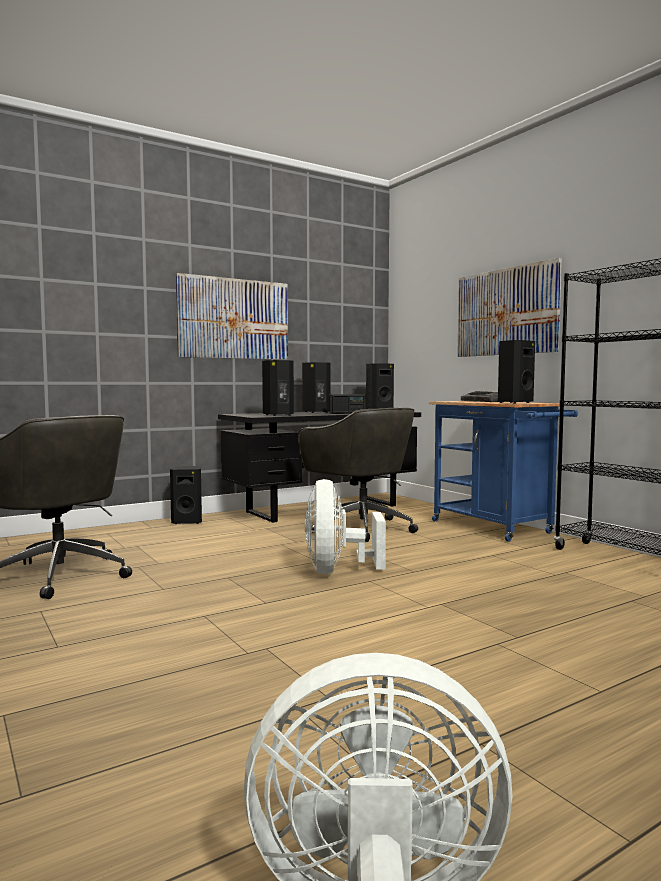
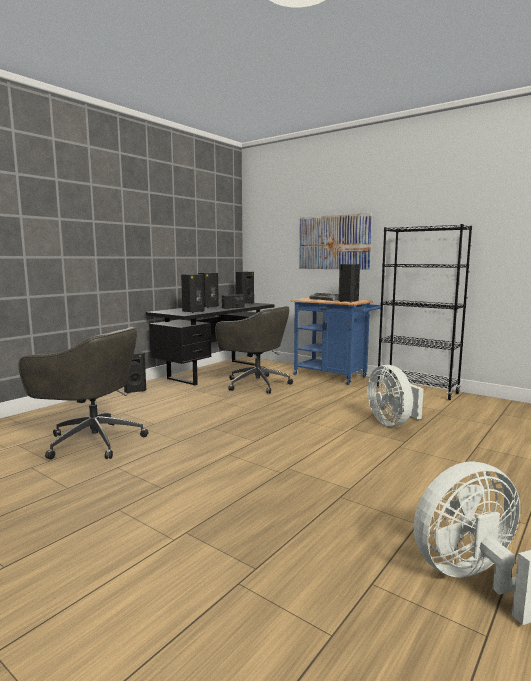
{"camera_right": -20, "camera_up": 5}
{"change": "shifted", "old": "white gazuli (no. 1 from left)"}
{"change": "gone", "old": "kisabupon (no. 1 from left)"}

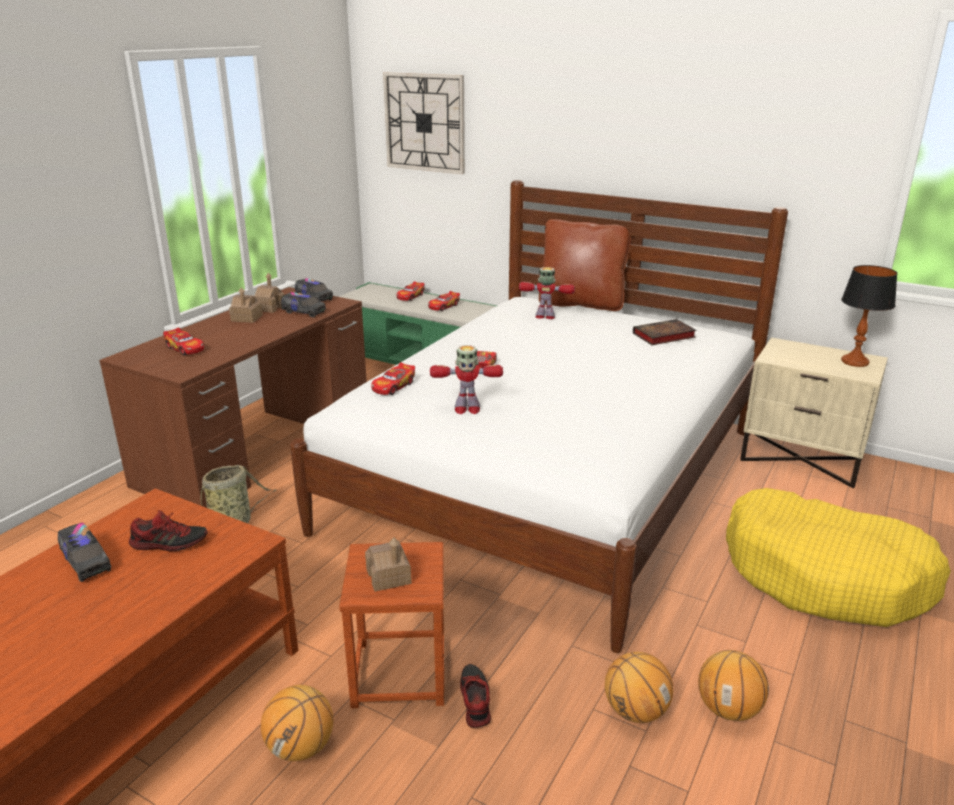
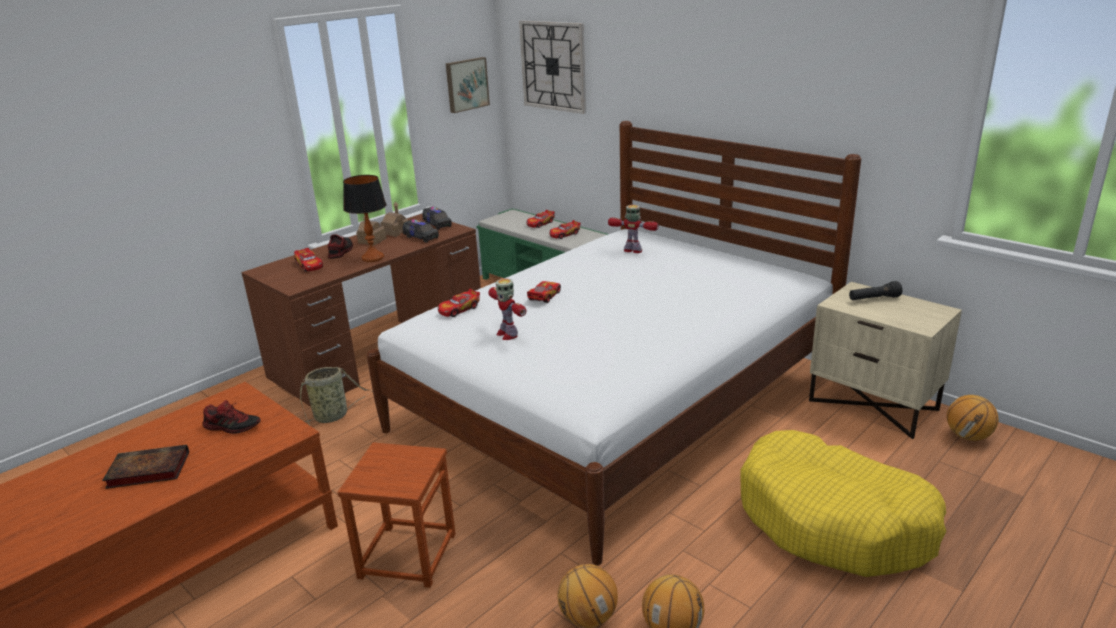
{"camera_right": 15, "camera_up": 0}
{"change": "shifted", "old": "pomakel"}
{"change": "shifted", "old": "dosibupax (no. 2 from left)"}
{"change": "shifted", "old": "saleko"}
{"change": "new", "new": "kisabupon"}
{"change": "rotated", "old": "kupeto (no. 1 from left)", "degrees": 45}
{"change": "new", "new": "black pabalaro"}
{"change": "shifted", "old": "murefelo (no. 1 from left in the first image)", "new": "murefelo (no. 3 from left)"}
{"change": "gone", "old": "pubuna (no. 1 from left)"}
{"change": "gone", "old": "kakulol (no. 3 from left)"}
{"change": "gone", "old": "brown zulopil"}

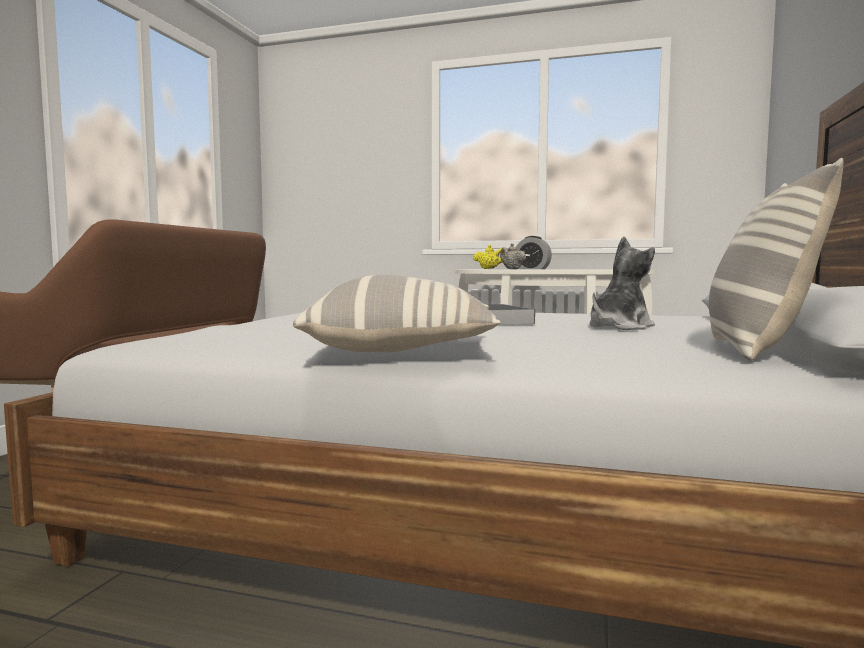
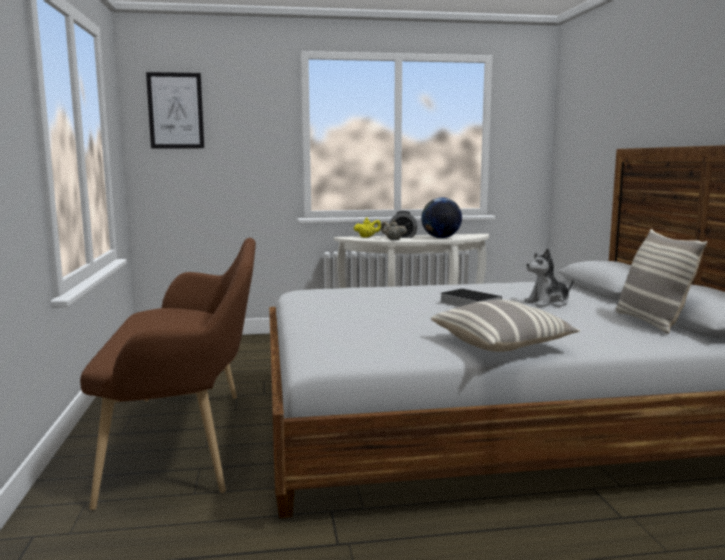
{"camera_right": -25, "camera_up": 5}
{"change": "new", "new": "kisabupon"}
{"change": "new", "new": "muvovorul"}
{"change": "rotated", "old": "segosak", "degrees": -135}

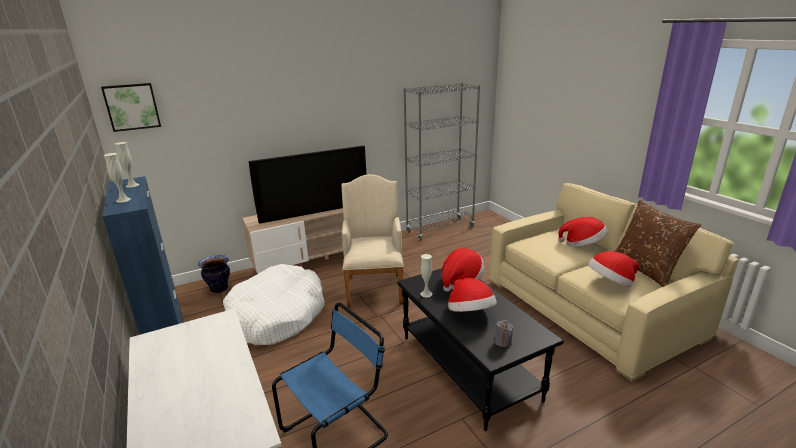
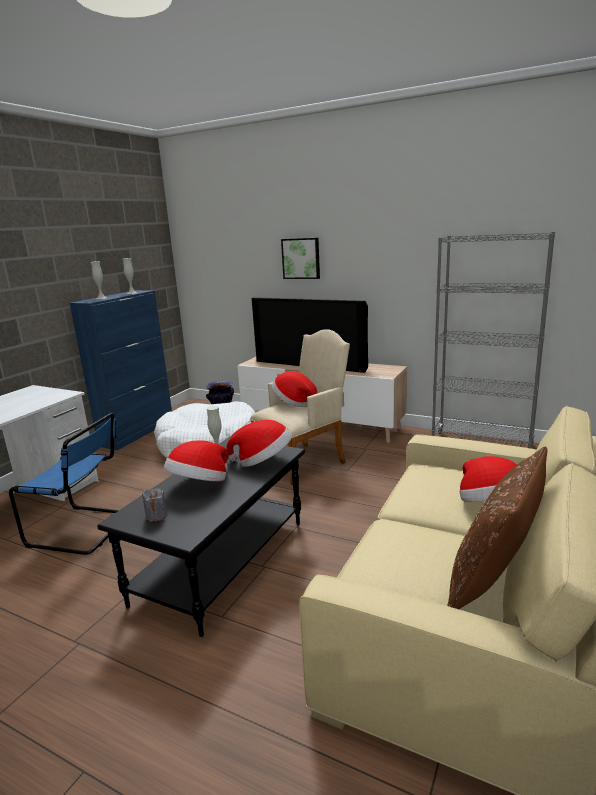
{"camera_right": 55, "camera_up": -5}
{"change": "shifted", "old": "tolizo (no. 4 from left in the first image)", "new": "tolizo (no. 3 from left)"}
{"change": "shifted", "old": "kisabupon"}

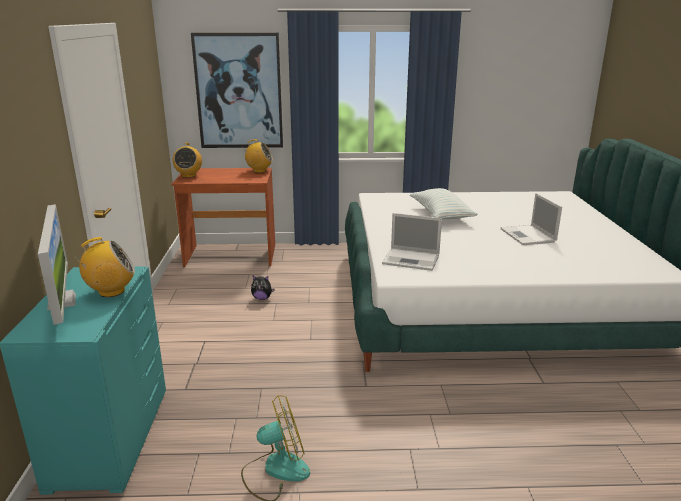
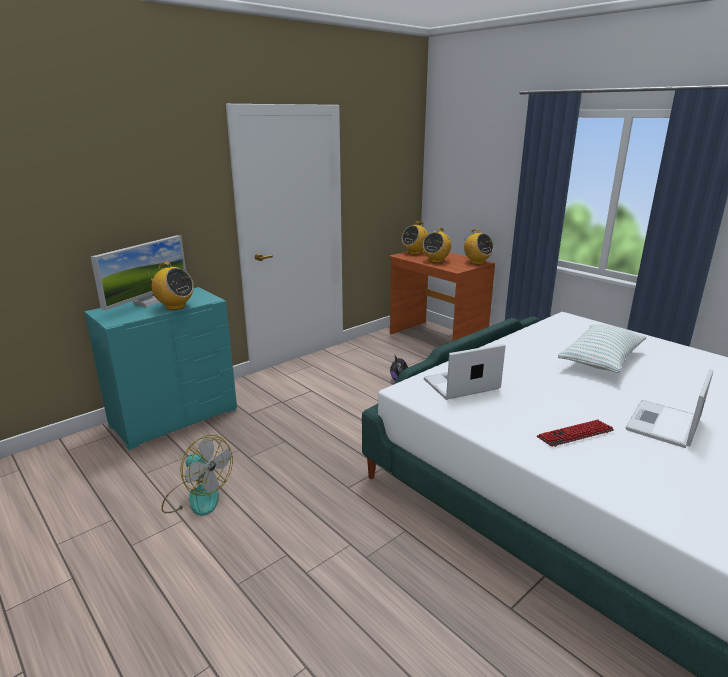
{"camera_right": 50, "camera_up": 0}
{"change": "new", "new": "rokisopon (no. 3 from left)"}
{"change": "rotated", "old": "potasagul (no. 1 from left)", "degrees": 90}
{"change": "new", "new": "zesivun"}
{"change": "gone", "old": "kisabupon"}

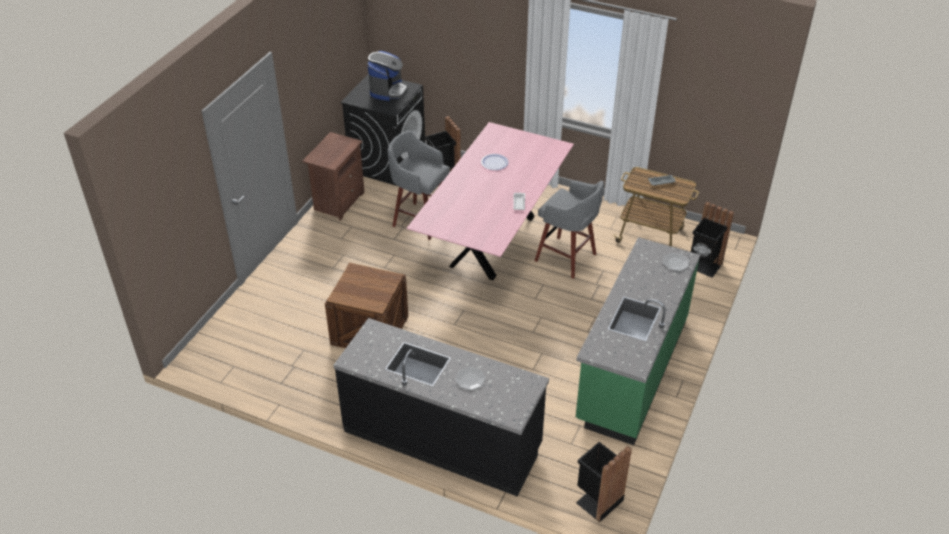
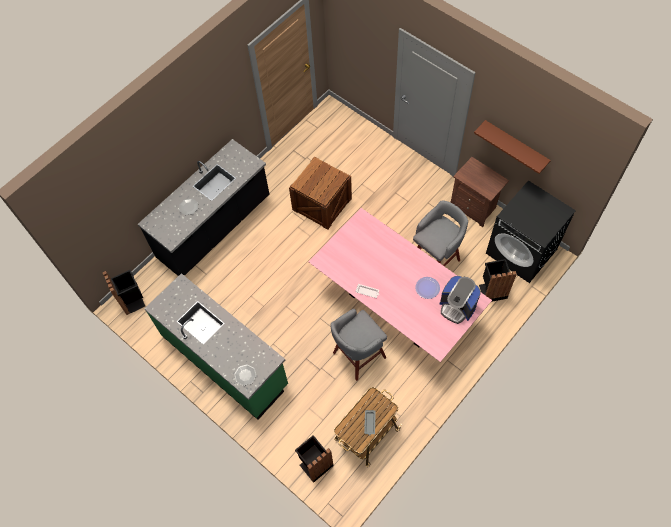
{"camera_right": 110, "camera_up": 20}
{"change": "shifted", "old": "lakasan"}
{"change": "new", "new": "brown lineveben"}

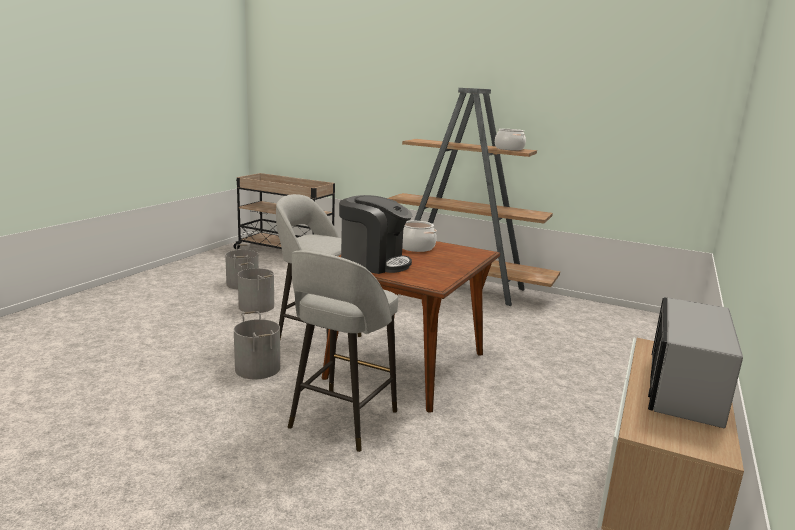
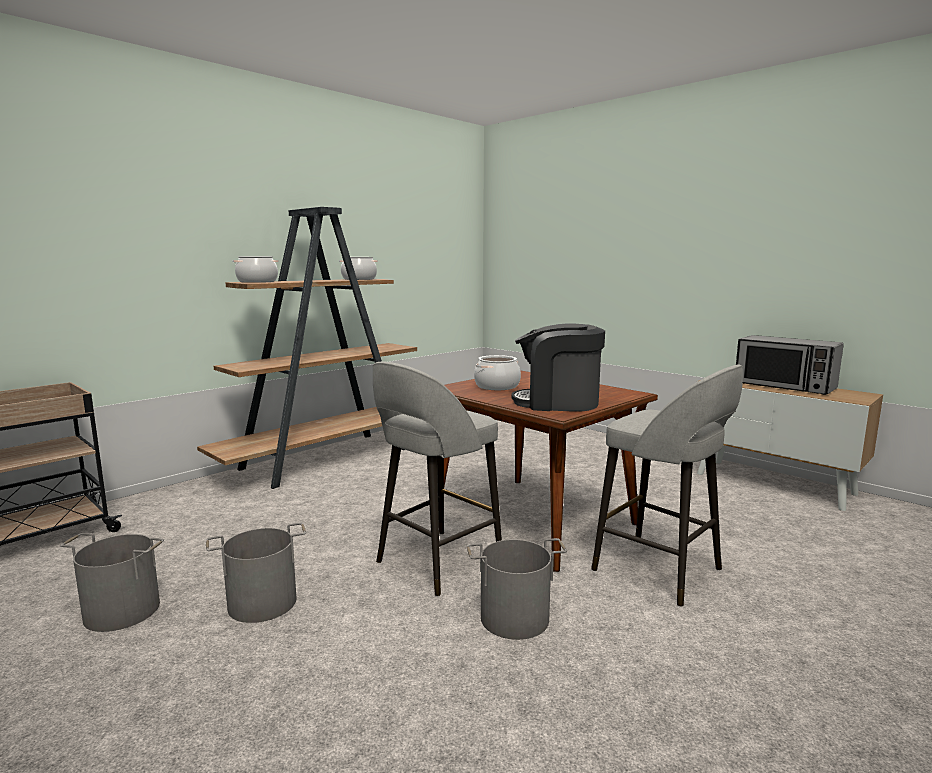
{"camera_right": -70, "camera_up": -5}
{"change": "new", "new": "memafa (no. 1 from left)"}
{"change": "rotated", "old": "lakasan", "degrees": -120}

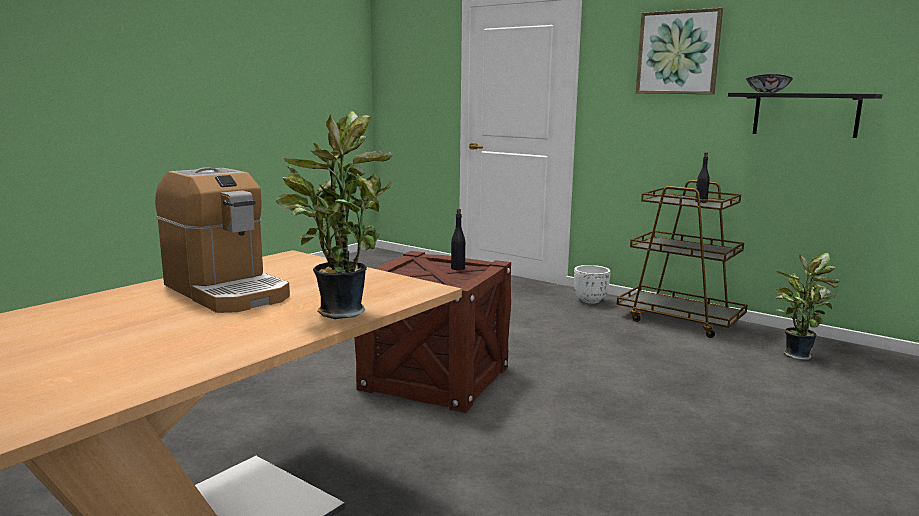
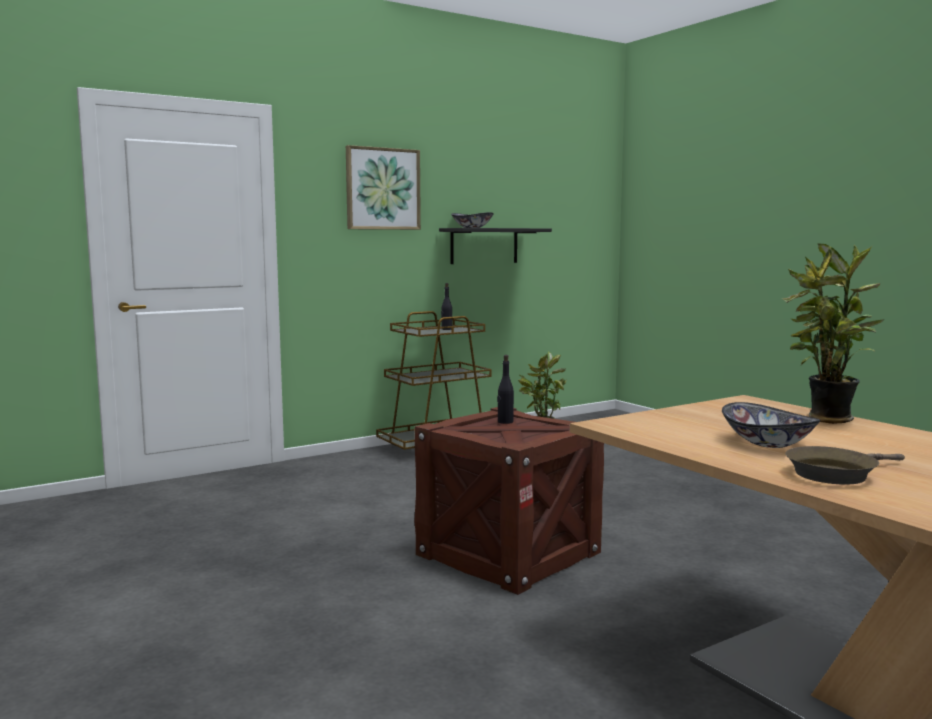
{"camera_right": -70, "camera_up": -5}
{"change": "swapped", "old": "lakasan", "new": "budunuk (no. 2 from left)"}
{"change": "new", "new": "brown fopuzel"}
{"change": "gone", "old": "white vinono"}

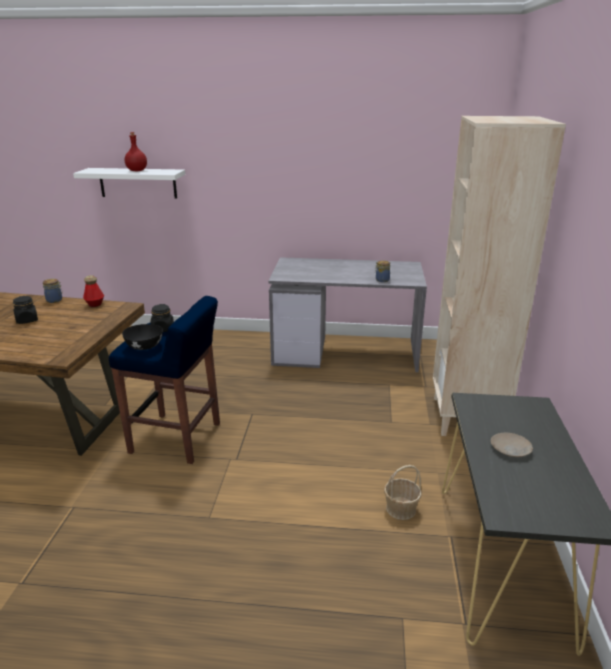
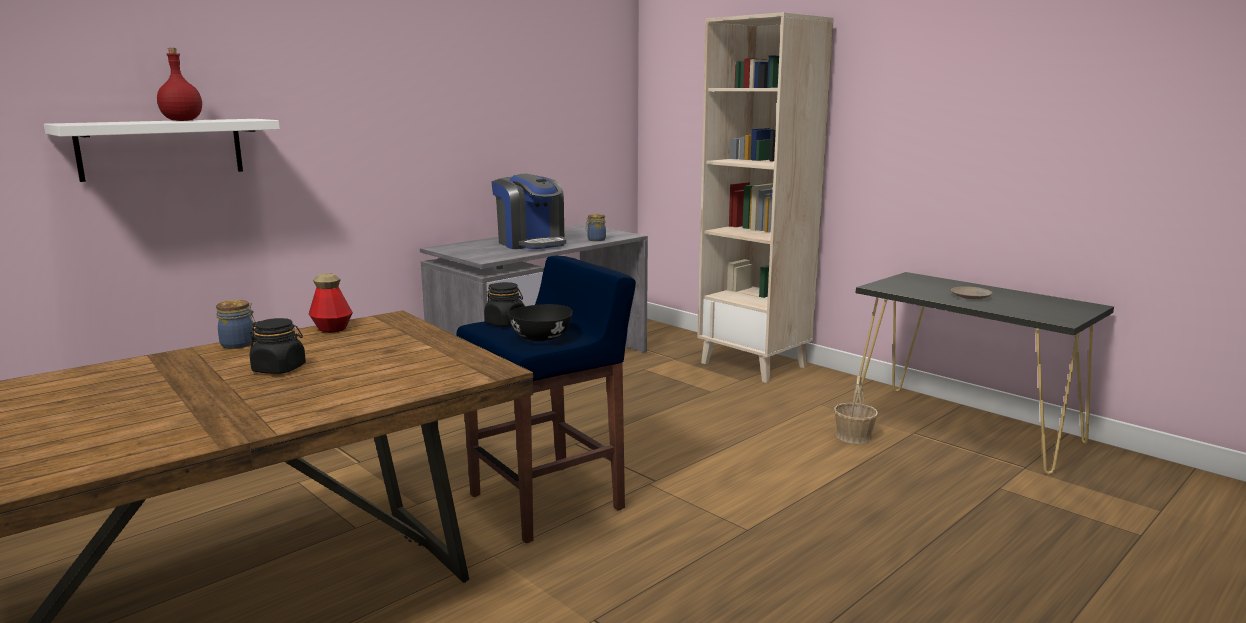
{"camera_right": -50, "camera_up": -10}
{"change": "new", "new": "lakasan"}

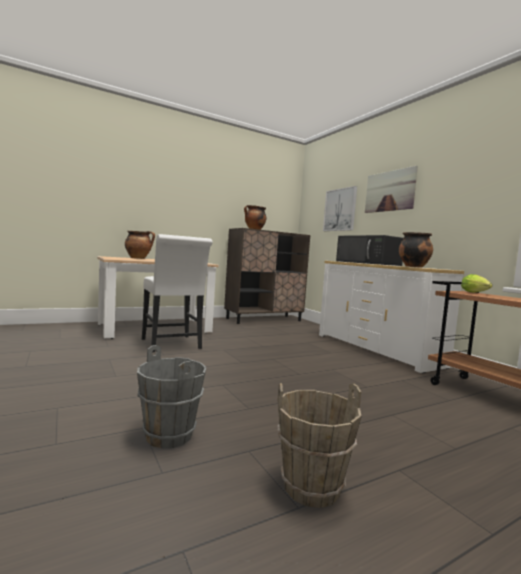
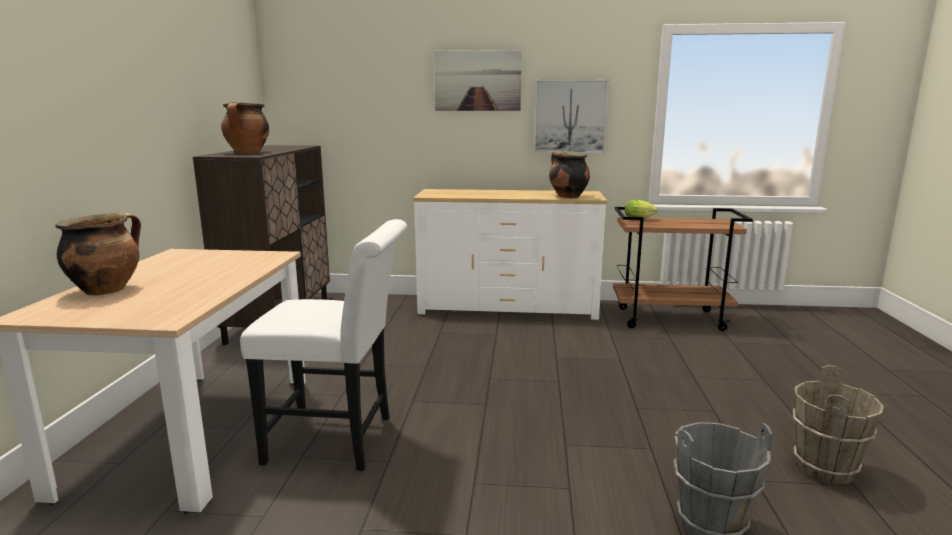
{"camera_right": -55, "camera_up": 10}
{"change": "shifted", "old": "kisabupon (no. 1 from left in the first image)", "new": "kisabupon (no. 2 from left)"}
{"change": "gone", "old": "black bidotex"}

